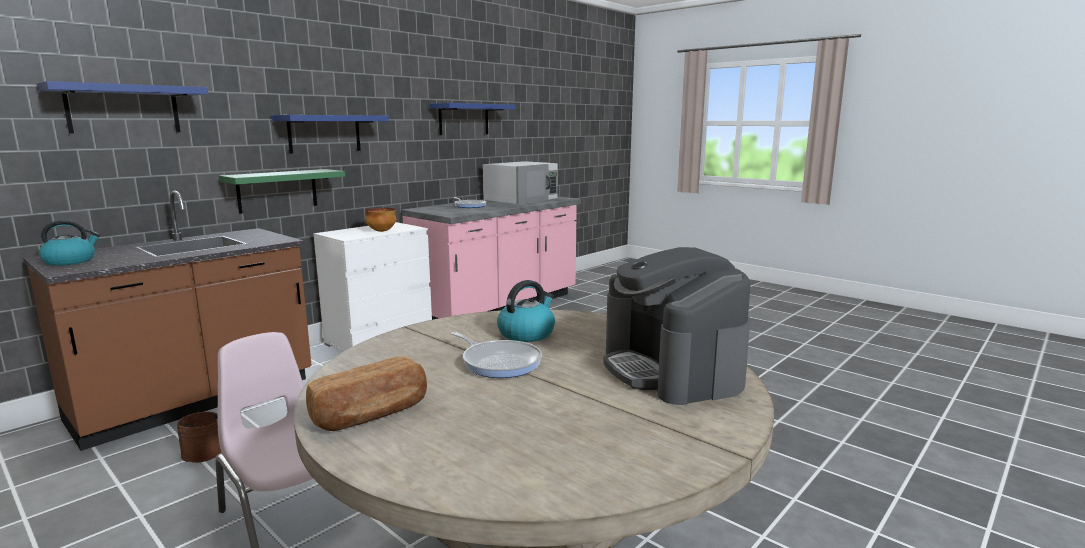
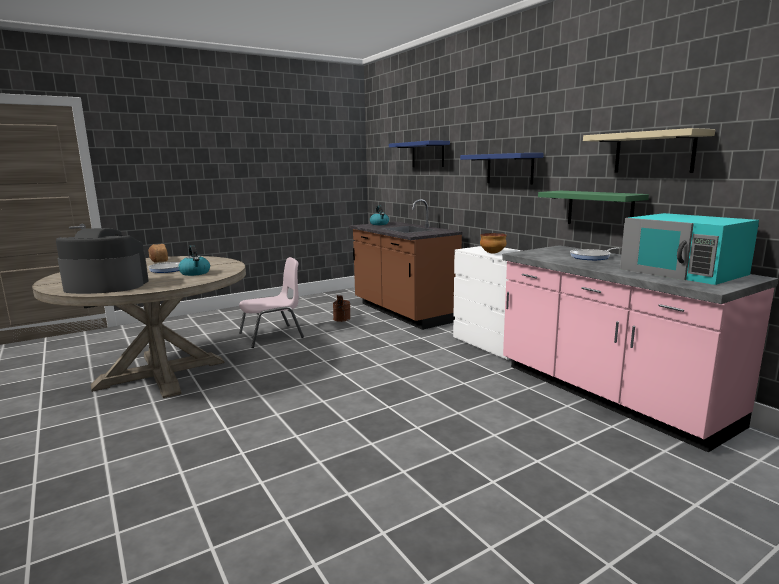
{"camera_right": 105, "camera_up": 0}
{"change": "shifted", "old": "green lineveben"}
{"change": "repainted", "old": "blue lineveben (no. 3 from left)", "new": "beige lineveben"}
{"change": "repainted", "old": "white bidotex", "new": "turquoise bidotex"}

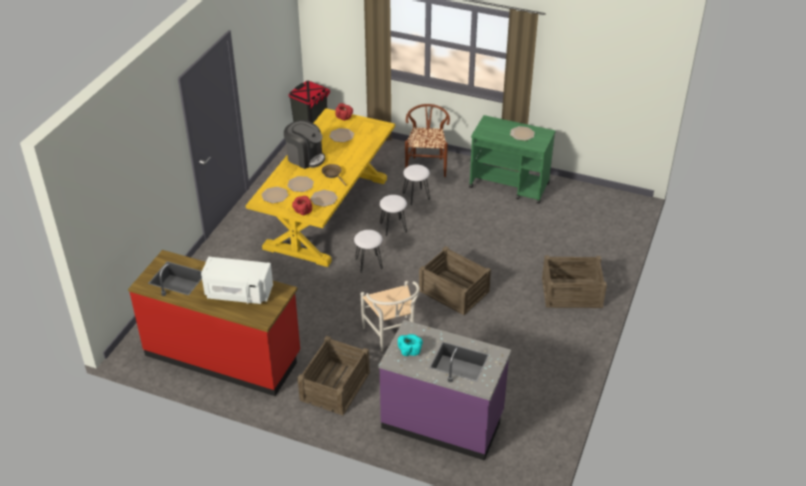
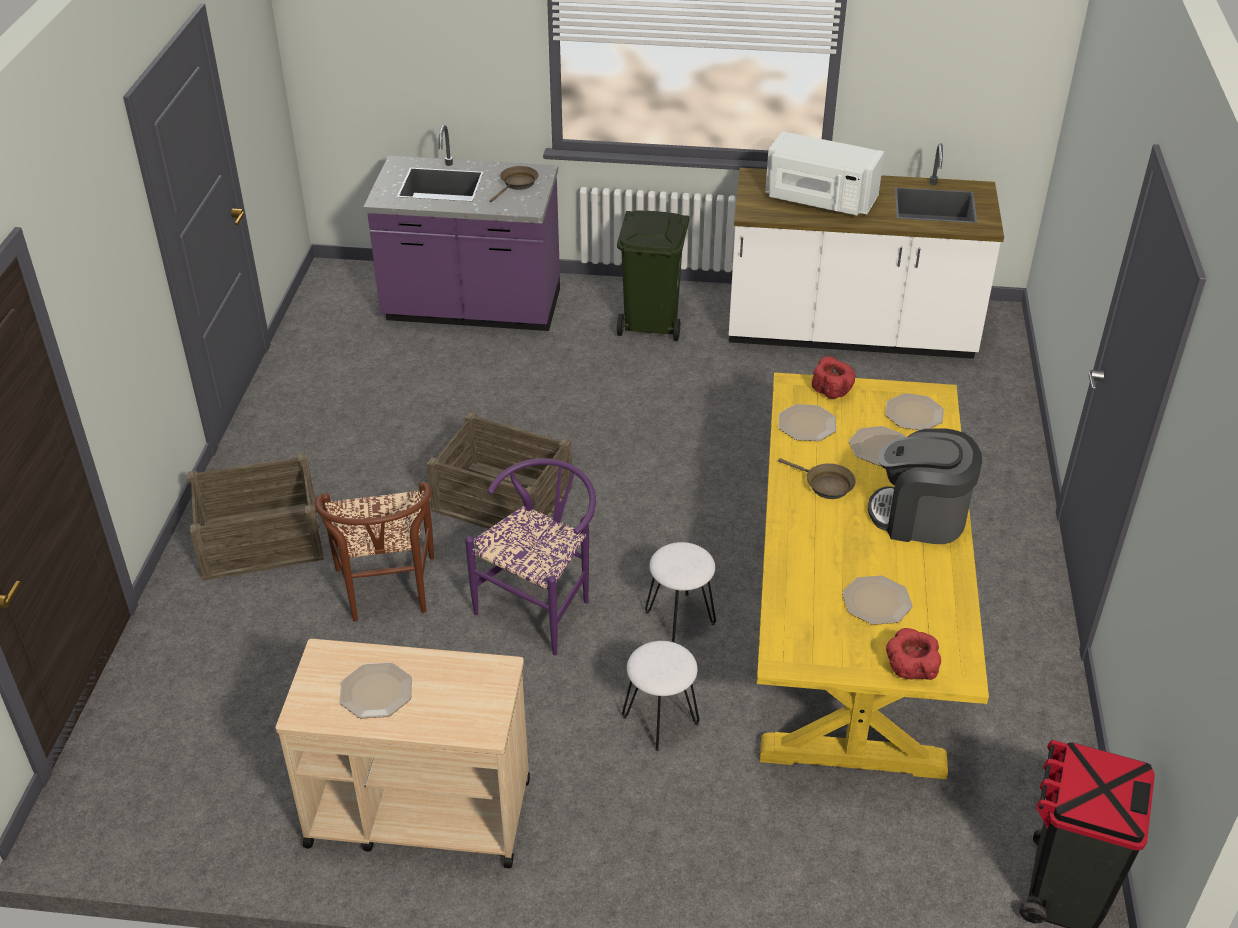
{"camera_right": 165, "camera_up": 0}
{"change": "repainted", "old": "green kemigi", "new": "beige kemigi"}
{"change": "shifted", "old": "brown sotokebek"}
{"change": "new", "new": "purple sotokebek"}
{"change": "swapped", "old": "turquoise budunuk", "new": "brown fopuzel (no. 1 from left)"}
{"change": "swapped", "old": "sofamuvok (no. 1 from left)", "new": "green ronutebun"}
{"change": "repainted", "old": "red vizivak", "new": "white vizivak"}
{"change": "rotated", "old": "white bidotex", "degrees": -150}
{"change": "gone", "old": "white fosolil (no. 1 from left)"}
{"change": "gone", "old": "white sotokebek"}

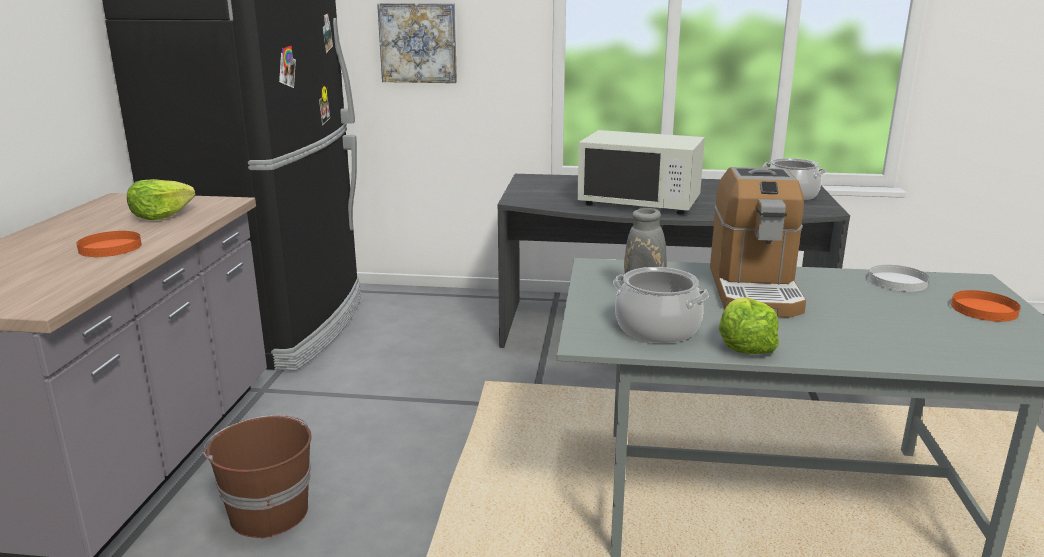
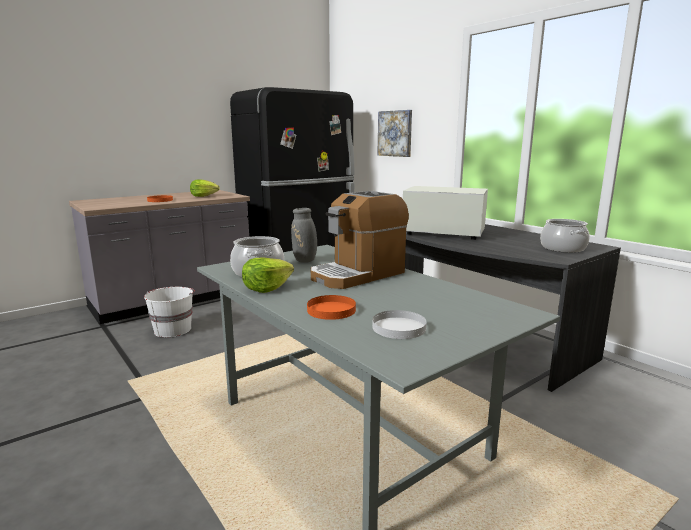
{"camera_right": 45, "camera_up": -5}
{"change": "repainted", "old": "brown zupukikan", "new": "white zupukikan"}
{"change": "shifted", "old": "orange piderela (no. 2 from left)"}
{"change": "shifted", "old": "white piderela"}
{"change": "rotated", "old": "white bidotex", "degrees": 135}

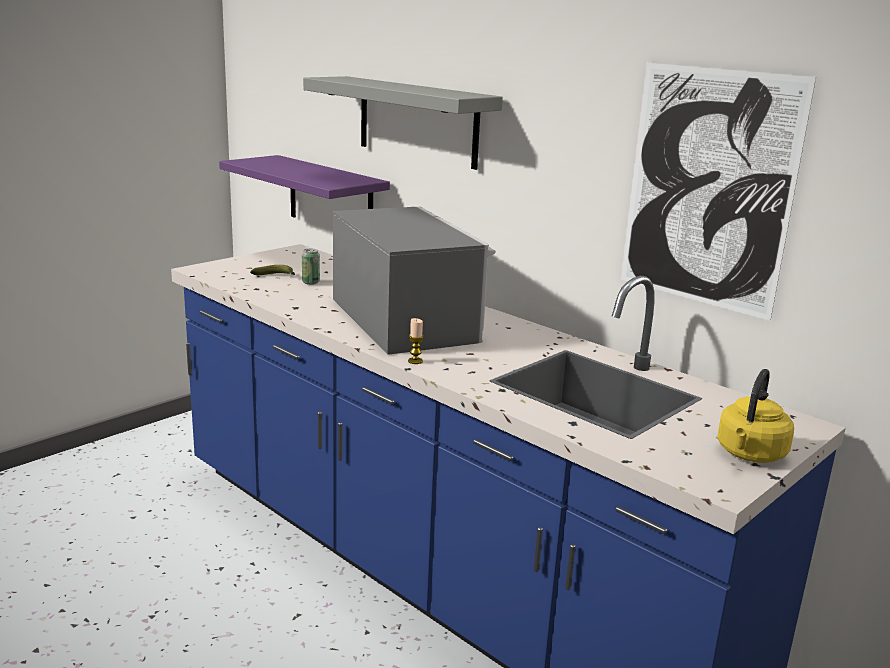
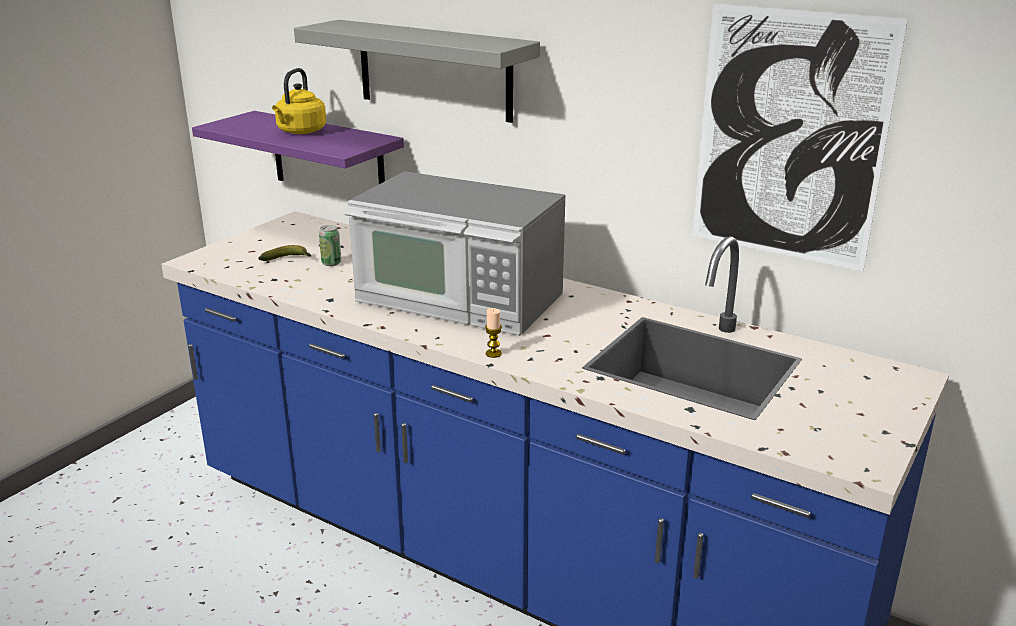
{"camera_right": -10, "camera_up": 5}
{"change": "shifted", "old": "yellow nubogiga"}
{"change": "rotated", "old": "bidotex", "degrees": 150}

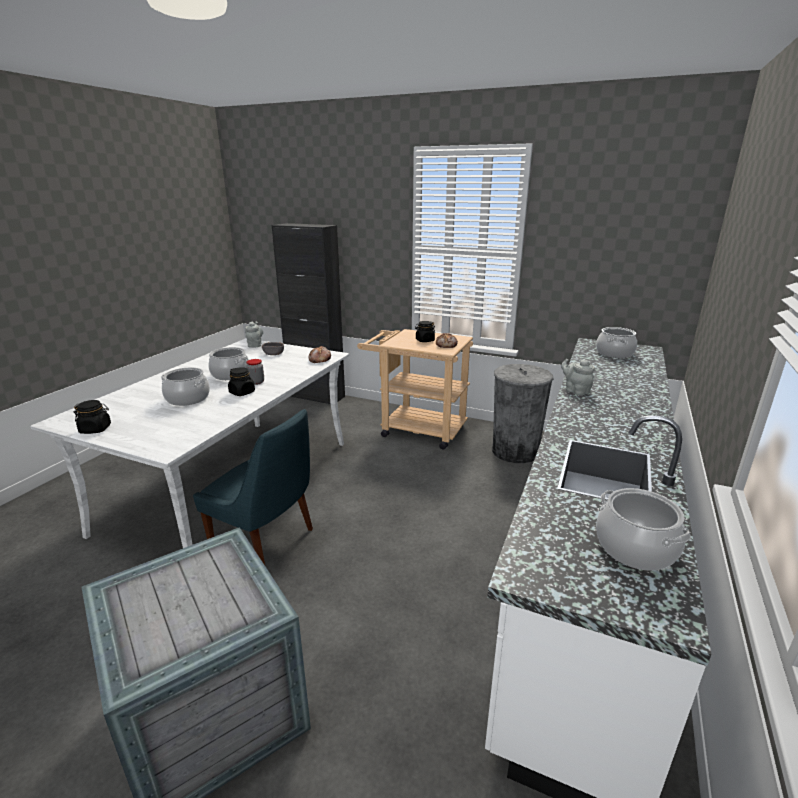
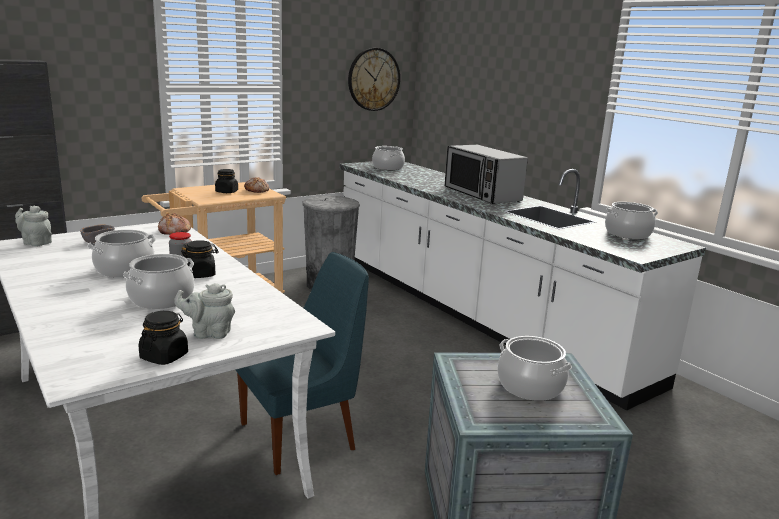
{"camera_right": -60, "camera_up": -5}
{"change": "shifted", "old": "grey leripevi (no. 2 from left)"}
{"change": "new", "new": "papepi"}
{"change": "new", "new": "bidotex"}
{"change": "new", "new": "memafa (no. 4 from left)"}

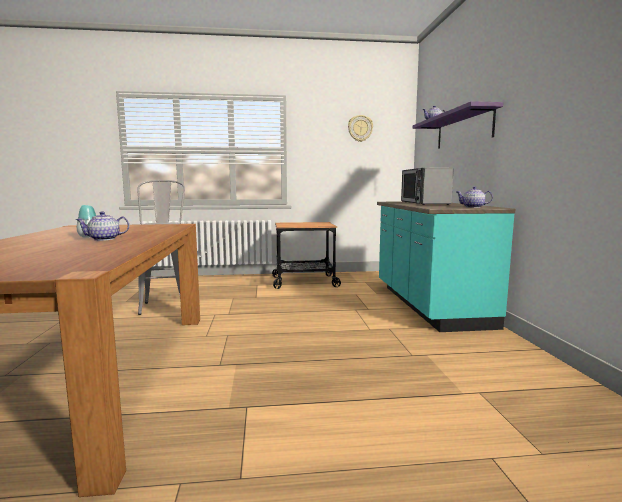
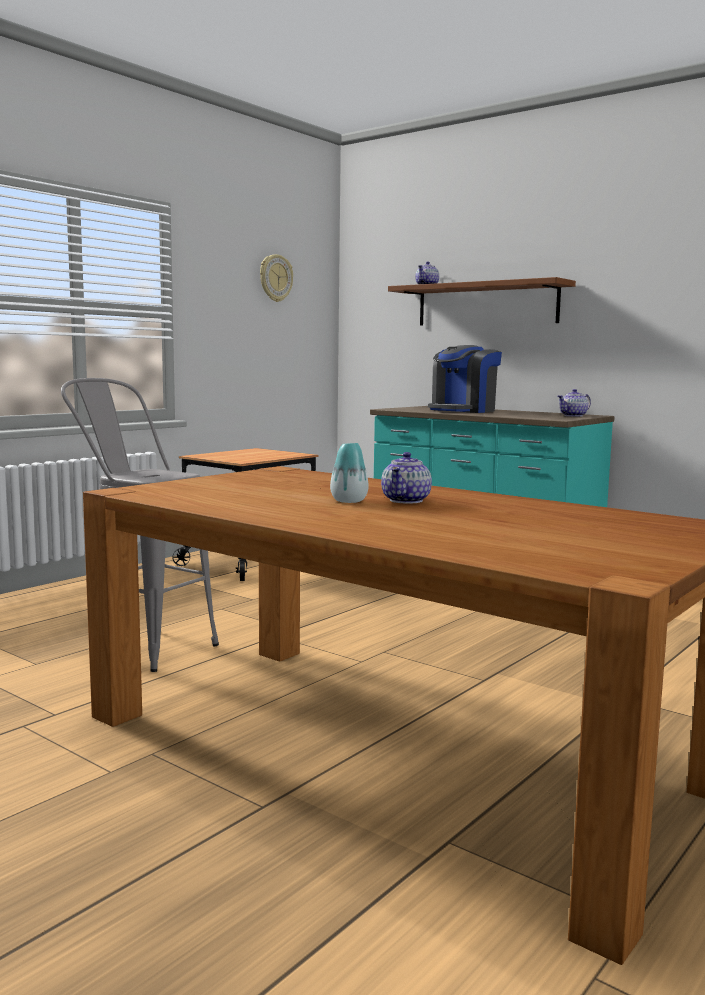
{"camera_right": -45, "camera_up": 0}
{"change": "repainted", "old": "purple lineveben", "new": "brown lineveben"}
{"change": "swapped", "old": "bidotex", "new": "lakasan"}

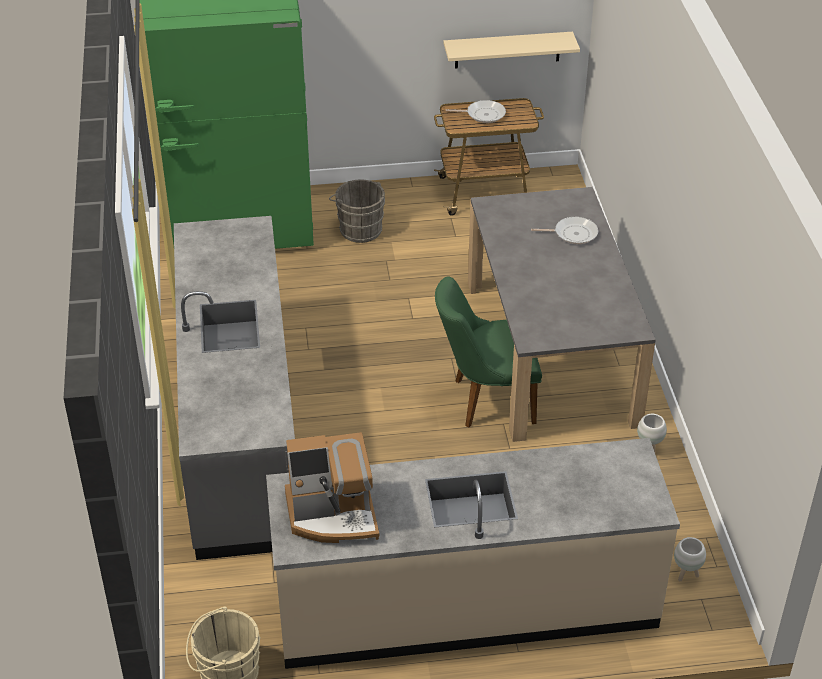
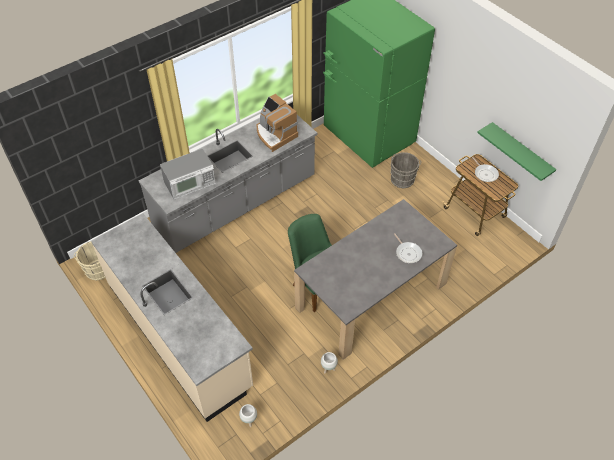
{"camera_right": 60, "camera_up": 10}
{"change": "new", "new": "bidotex"}
{"change": "shifted", "old": "lakasan"}
{"change": "repainted", "old": "beige lineveben", "new": "green lineveben"}

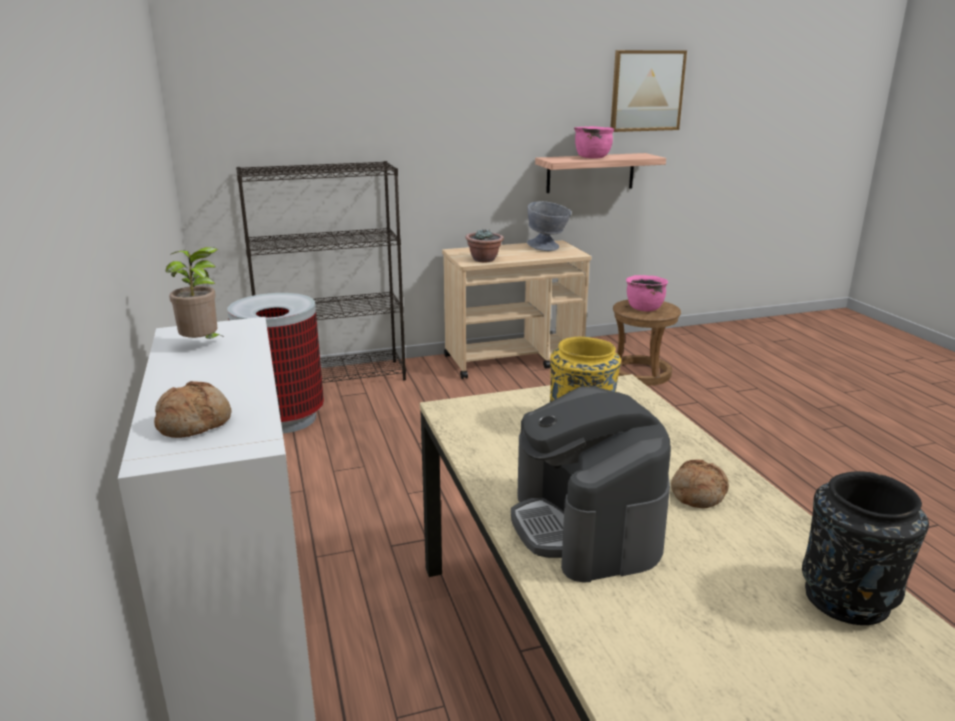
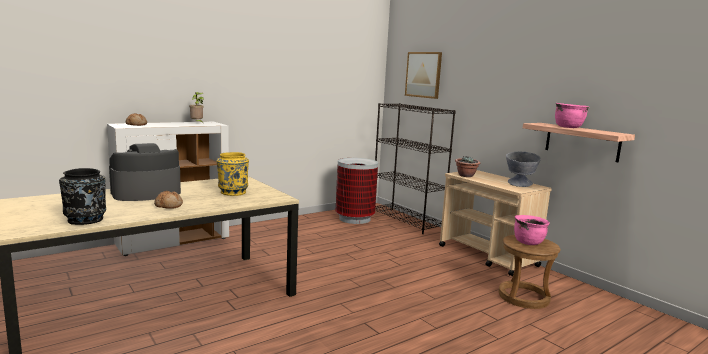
{"camera_right": 70, "camera_up": -10}
{"change": "shifted", "old": "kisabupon"}

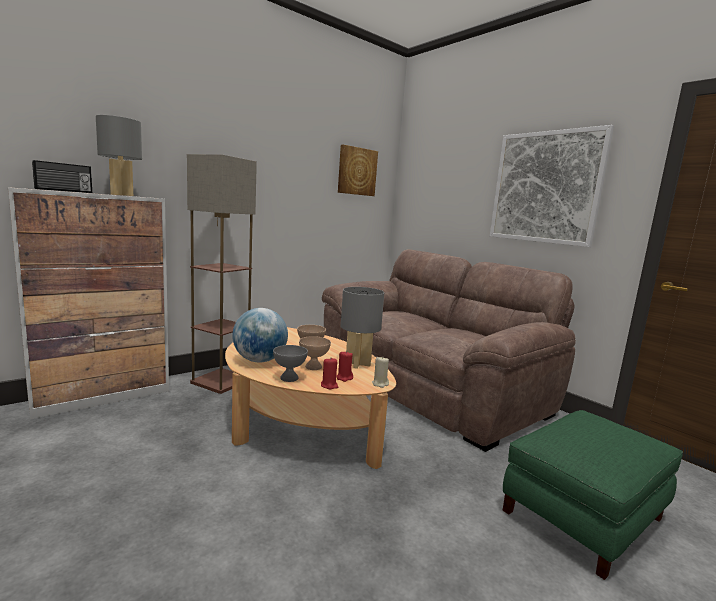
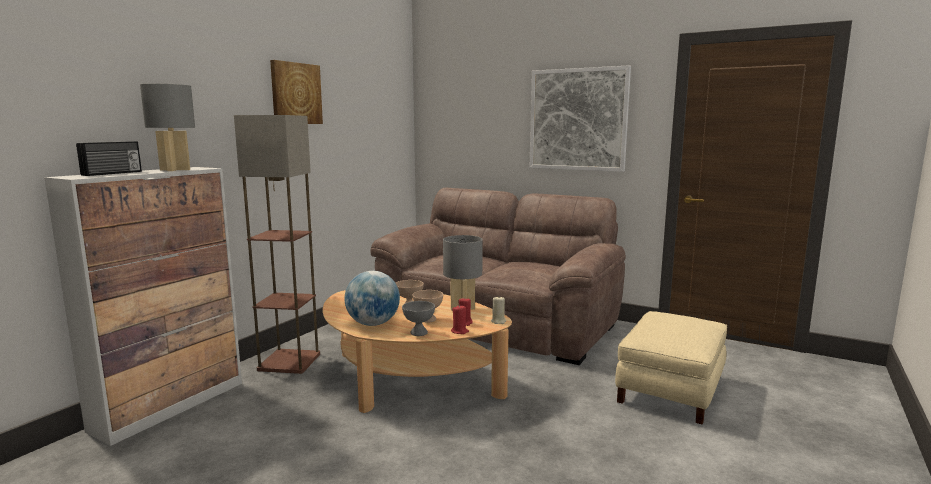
{"camera_right": -20, "camera_up": 0}
{"change": "shifted", "old": "kisabupon (no. 1 from left)"}
{"change": "repainted", "old": "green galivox", "new": "beige galivox"}

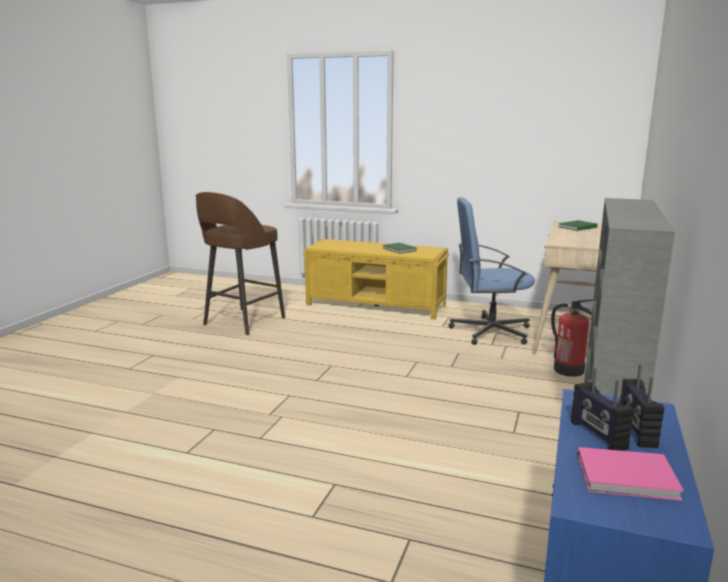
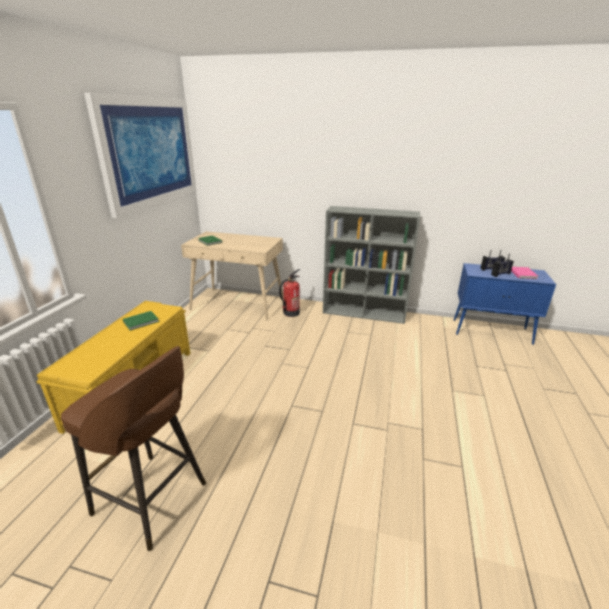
{"camera_right": -95, "camera_up": 10}
{"change": "new", "new": "kisabupon"}
{"change": "gone", "old": "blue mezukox"}

